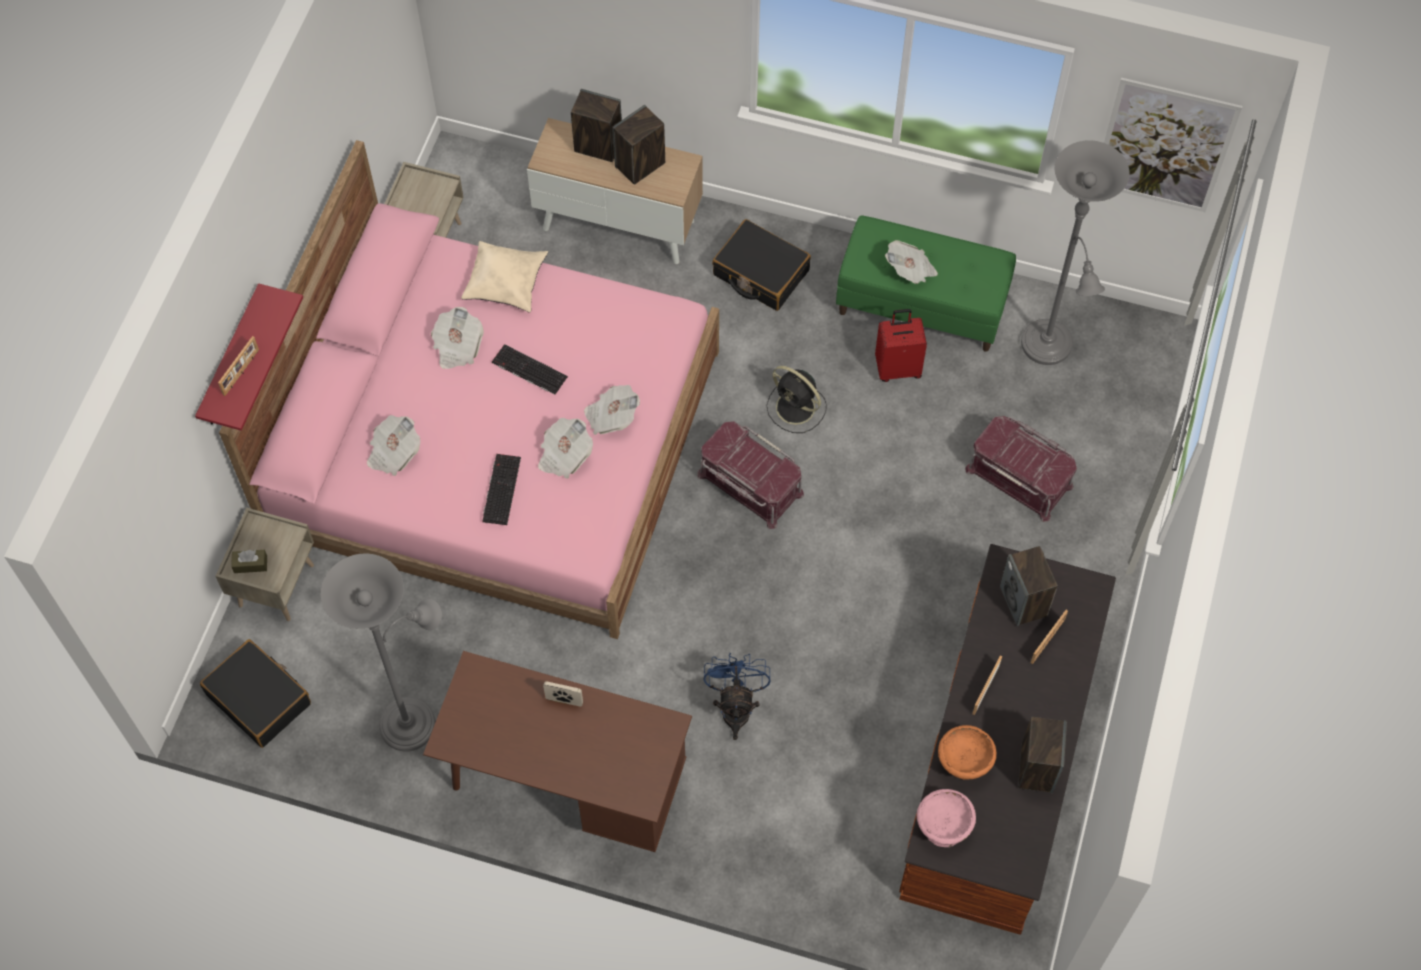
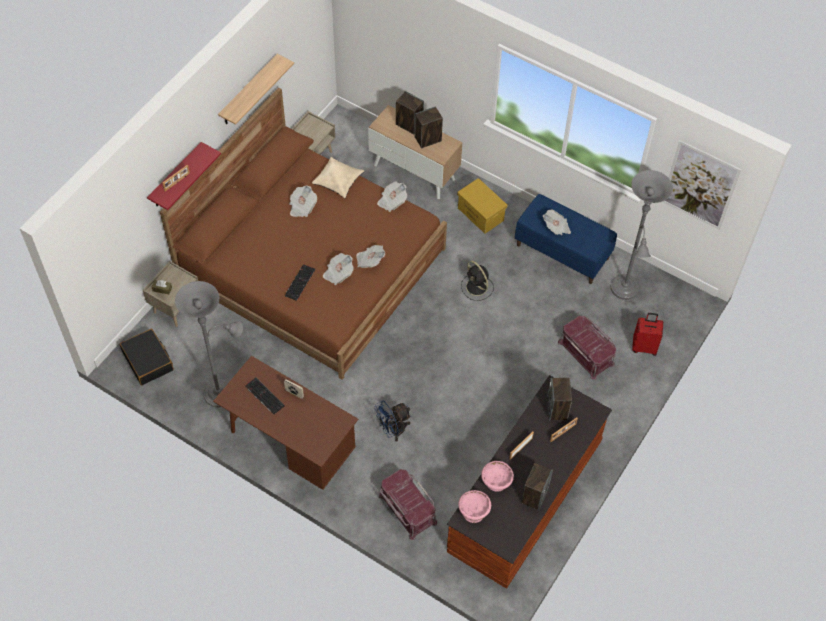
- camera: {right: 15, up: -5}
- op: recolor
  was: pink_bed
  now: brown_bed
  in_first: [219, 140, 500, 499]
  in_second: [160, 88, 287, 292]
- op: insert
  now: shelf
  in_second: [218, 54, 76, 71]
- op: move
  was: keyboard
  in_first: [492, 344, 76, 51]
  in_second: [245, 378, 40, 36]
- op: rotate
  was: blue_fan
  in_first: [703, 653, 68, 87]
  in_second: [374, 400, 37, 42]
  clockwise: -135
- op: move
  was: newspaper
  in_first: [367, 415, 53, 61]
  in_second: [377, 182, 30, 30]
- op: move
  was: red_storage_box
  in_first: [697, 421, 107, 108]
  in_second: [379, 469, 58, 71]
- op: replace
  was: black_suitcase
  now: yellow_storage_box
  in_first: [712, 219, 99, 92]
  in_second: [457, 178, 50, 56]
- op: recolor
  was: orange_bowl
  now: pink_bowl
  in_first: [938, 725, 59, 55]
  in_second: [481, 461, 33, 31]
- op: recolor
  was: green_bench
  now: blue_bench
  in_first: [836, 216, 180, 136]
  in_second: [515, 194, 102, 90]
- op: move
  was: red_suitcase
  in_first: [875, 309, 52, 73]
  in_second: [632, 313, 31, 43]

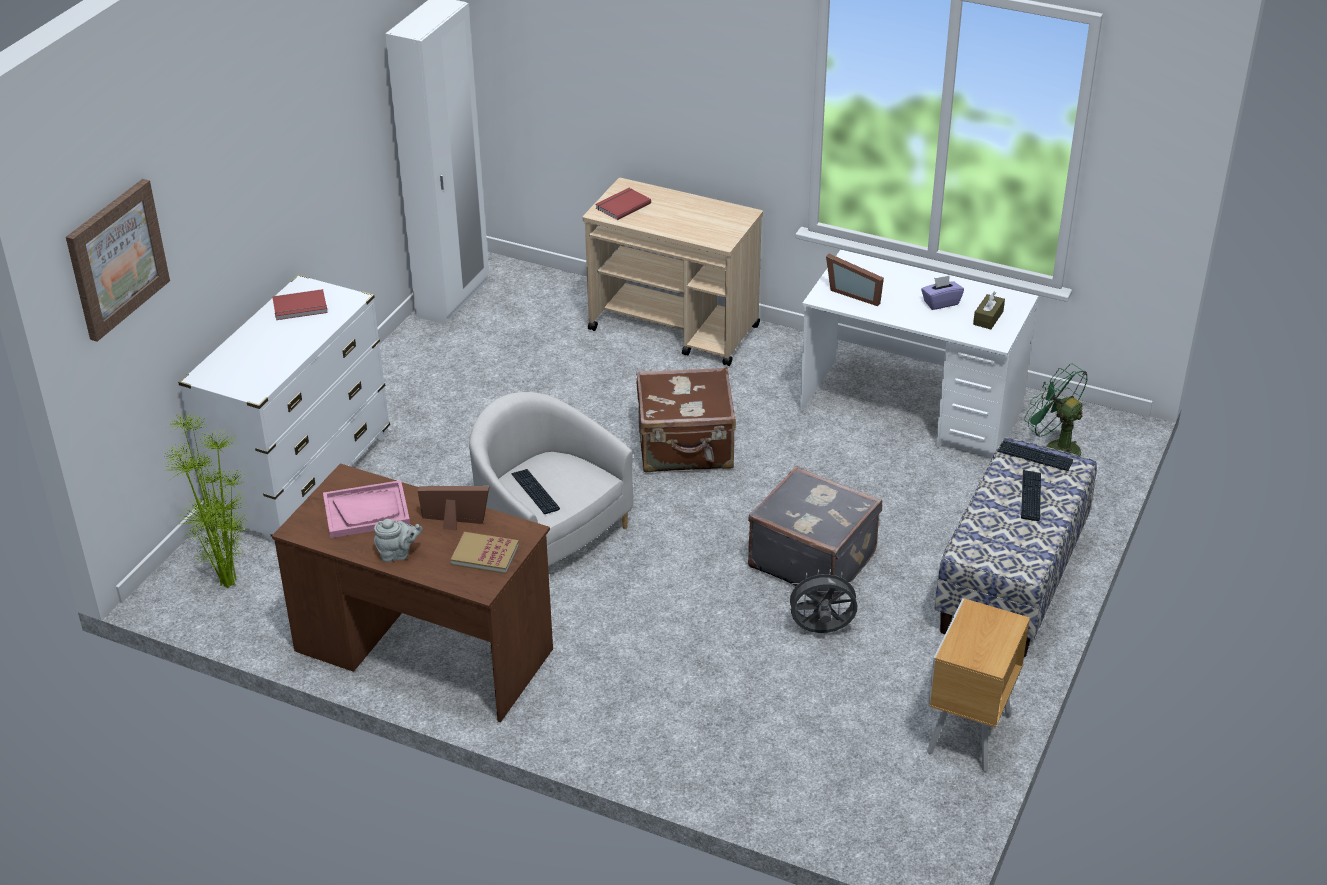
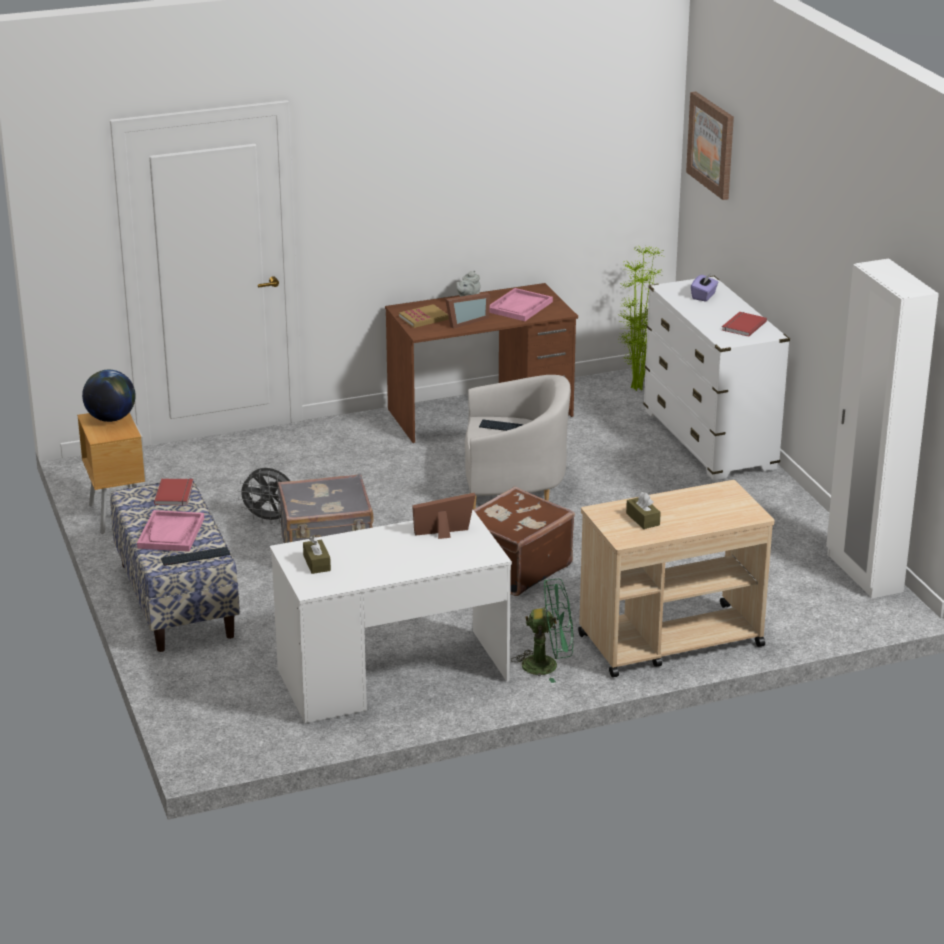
- camera: {right: 135, up: -10}
- op: insert
  now: globe
  in_second: [82, 370, 54, 52]
- op: replace
  was: keyboard
  now: pink_tray
  in_first: [1021, 470, 20, 51]
  in_second: [137, 510, 67, 42]
- op: move
  was: red_book
  in_first: [595, 188, 56, 32]
  in_second: [154, 478, 40, 28]
- op: rotate
  was: grey_fan
  in_first: [785, 569, 76, 64]
  in_second: [237, 468, 53, 56]
  clockwise: 60
- op: move
  was: green_fan
  in_first: [1024, 363, 64, 93]
  in_second: [511, 579, 62, 104]
- op: insert
  now: brown_tissue_box
  in_second: [626, 492, 35, 37]
- op: move
  was: purple_tissue_box
  in_first: [921, 275, 43, 35]
  in_second: [691, 273, 28, 29]

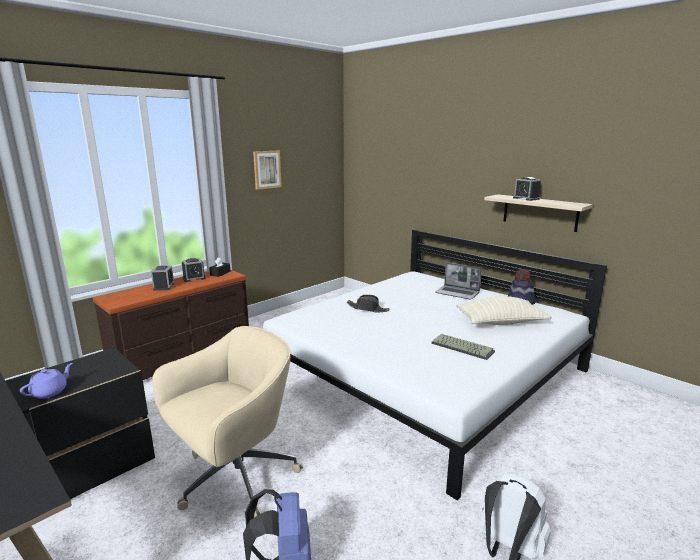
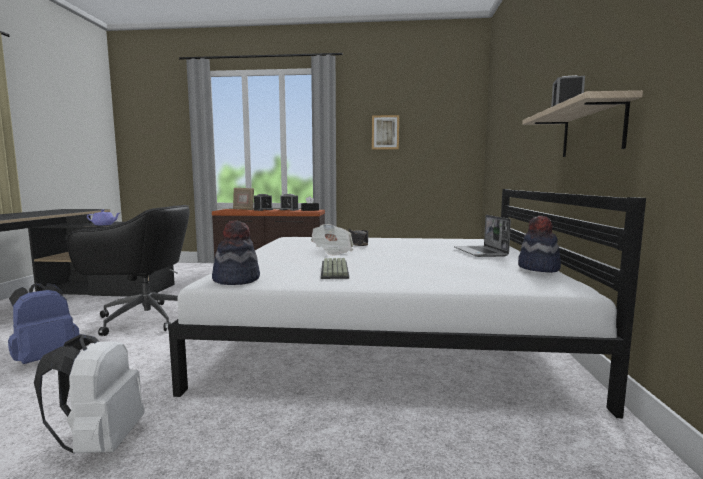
- camera: {right: 50, up: -10}
- op: recolor
  was: beige_office_chair
  now: black_office_chair
  in_first: [152, 326, 151, 191]
  in_second: [67, 205, 123, 131]
- op: insert
  now: hat
  in_second: [212, 220, 48, 65]
- op: insert
  now: picture_frame
  in_second: [233, 188, 21, 22]
- op: insert
  now: newspaper
  in_second: [311, 224, 42, 32]
- op: delete
  was: beige_pillow
  in_first: [456, 296, 95, 29]

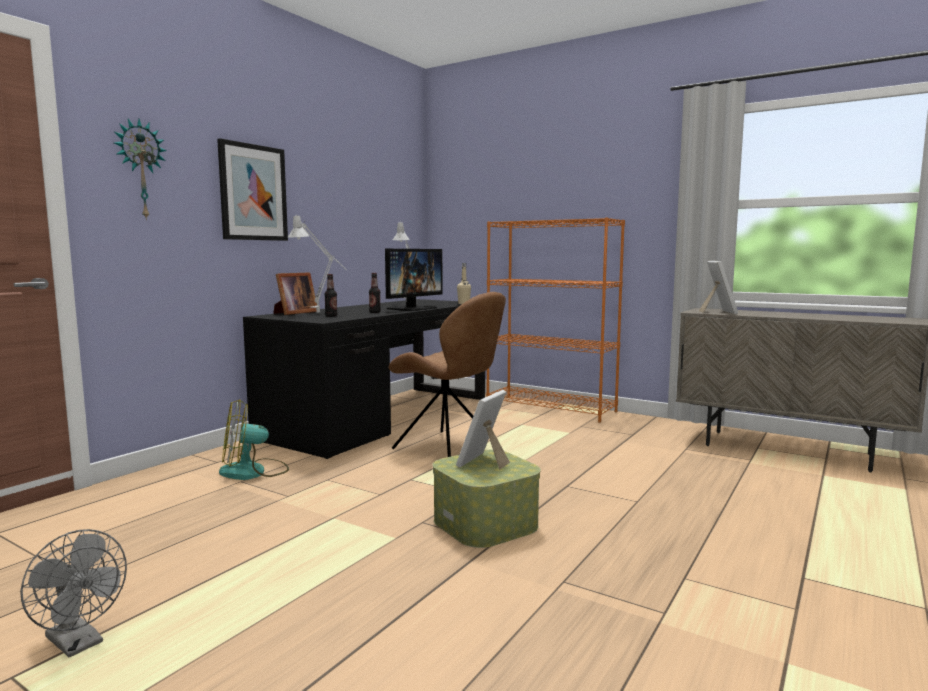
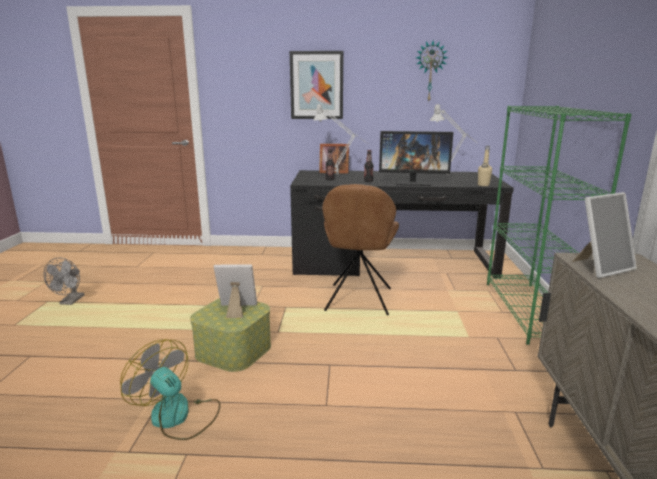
- camera: {right: 60, up: 10}
- op: move
  was: fan
  in_first: [219, 399, 70, 81]
  in_second: [120, 339, 101, 101]
- op: move
  was: wall_clock
  in_first: [114, 119, 53, 101]
  in_second: [416, 41, 32, 59]
- op: recolor
  was: orange_bookcase
  now: green_bookcase
  in_first: [486, 217, 139, 206]
  in_second: [487, 106, 145, 239]

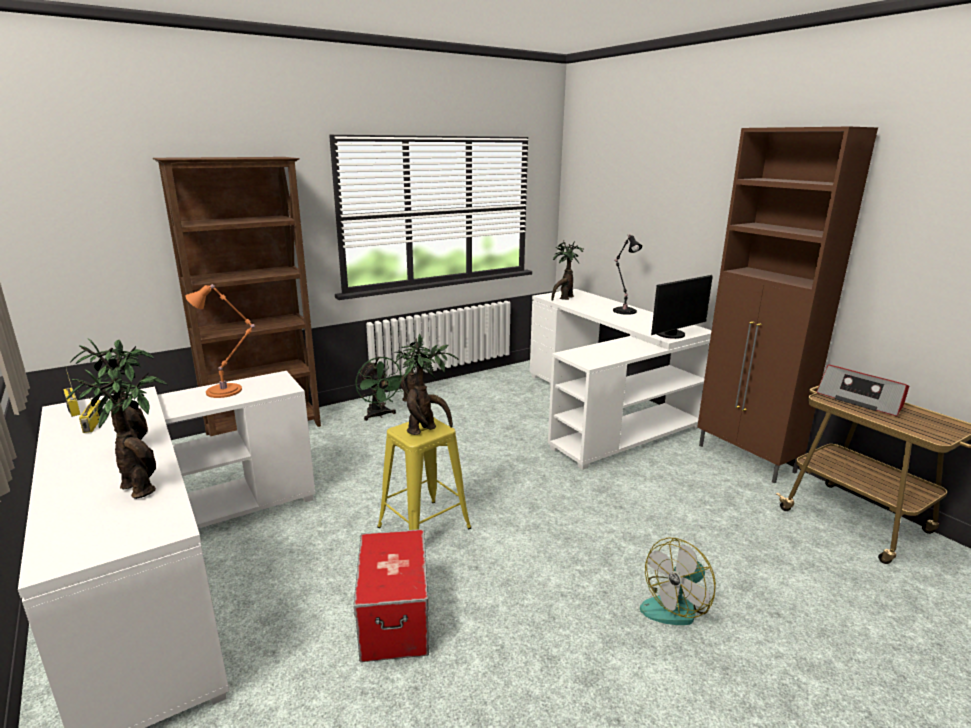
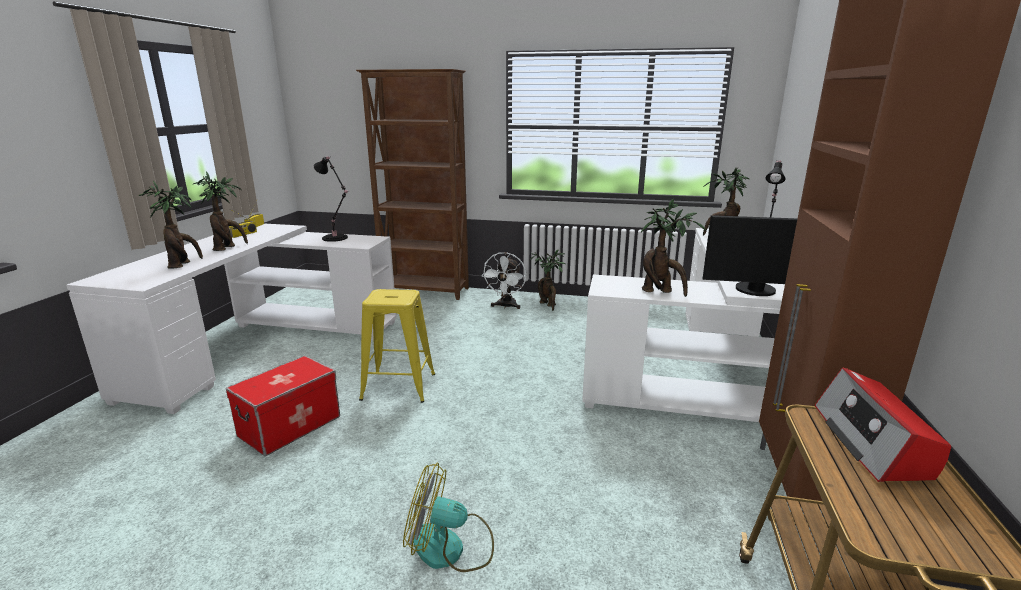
- camera: {right: 45, up: 0}
- op: recolor
  was: orange_table_lamp
  now: black_table_lamp
  in_first: [185, 284, 70, 114]
  in_second: [314, 156, 35, 86]
- op: recolor
  was: green_fan
  now: white_fan
  in_first: [355, 357, 50, 64]
  in_second: [482, 252, 45, 57]
- op: move
  was: potted_plant
  in_first: [401, 334, 58, 101]
  in_second: [641, 199, 65, 98]

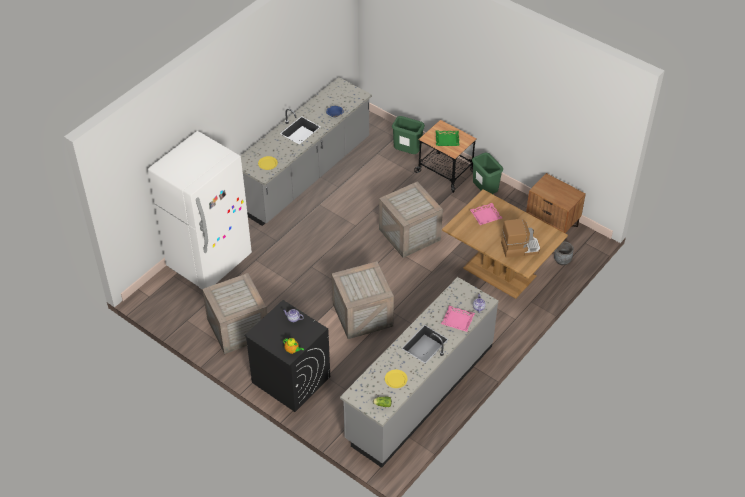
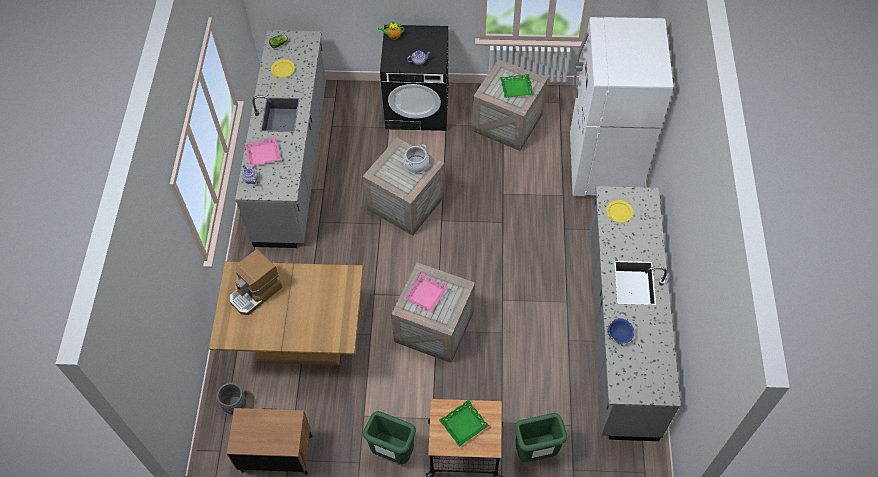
- camera: {right: 145, up: 10}
- op: insert
  now: cooking_pot
  in_second: [403, 144, 26, 29]
- op: move
  was: pink_tray
  in_first: [470, 203, 32, 22]
  in_second: [404, 273, 44, 40]
- op: insert
  now: green_tray
  in_second: [500, 74, 34, 24]

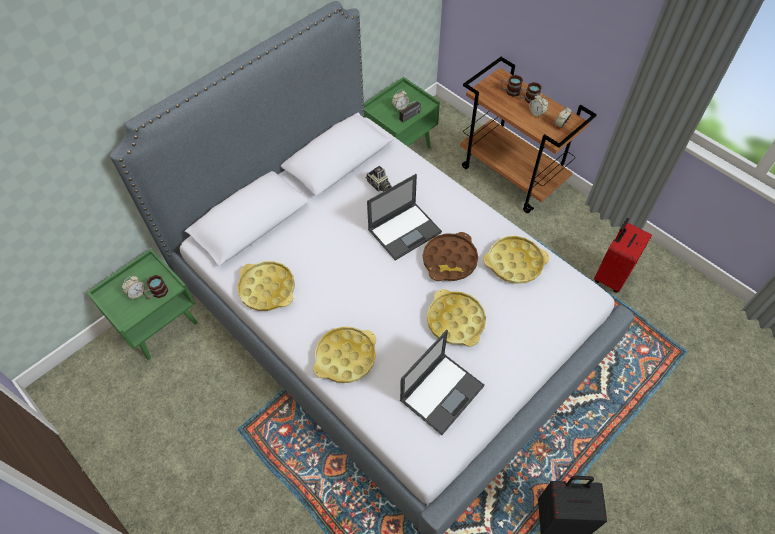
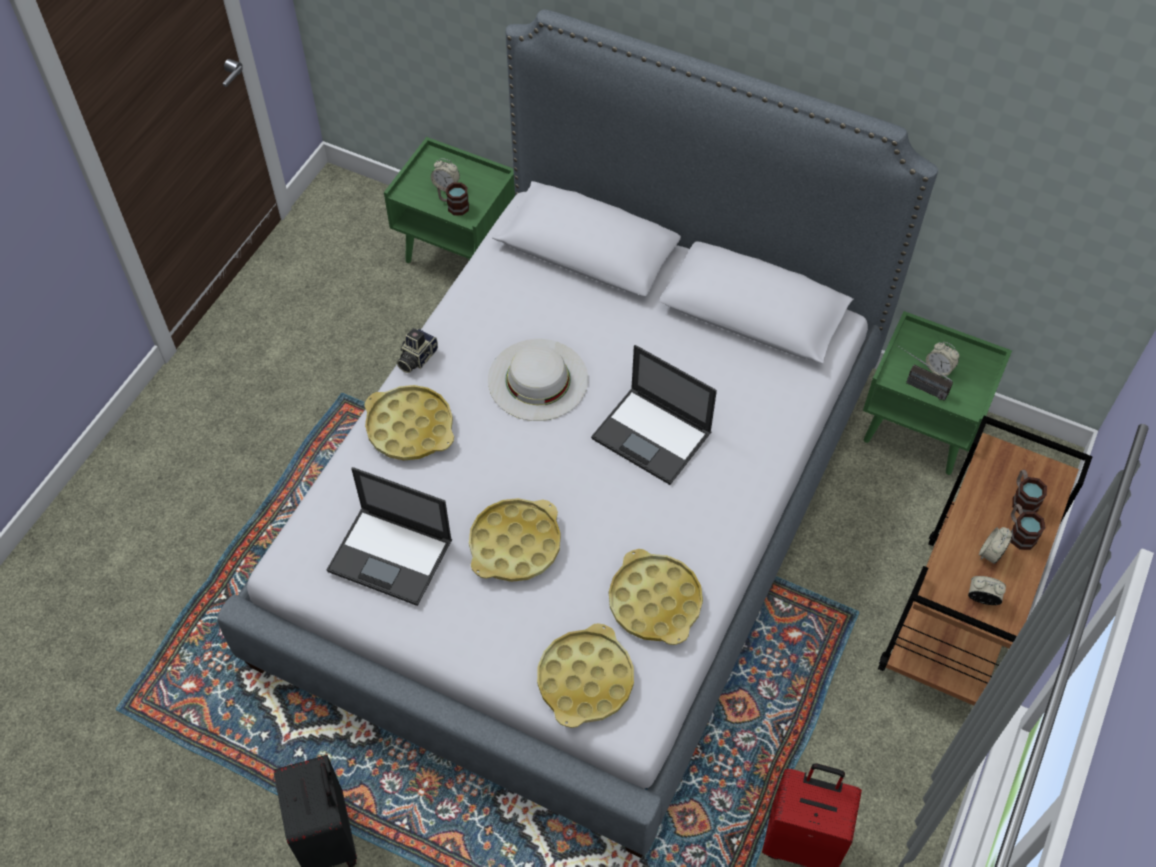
- camera: {right: 70, up: 0}
- op: move
  was: photo_camera
  in_first: [366, 166, 26, 26]
  in_second: [397, 328, 41, 45]
- op: insert
  now: white_hat
  in_second: [488, 339, 100, 82]
- op: move
  was: yellow_tray
  in_first: [237, 261, 58, 50]
  in_second: [537, 623, 97, 105]
- op: delete
  was: brown_tray
  in_first: [423, 232, 55, 49]

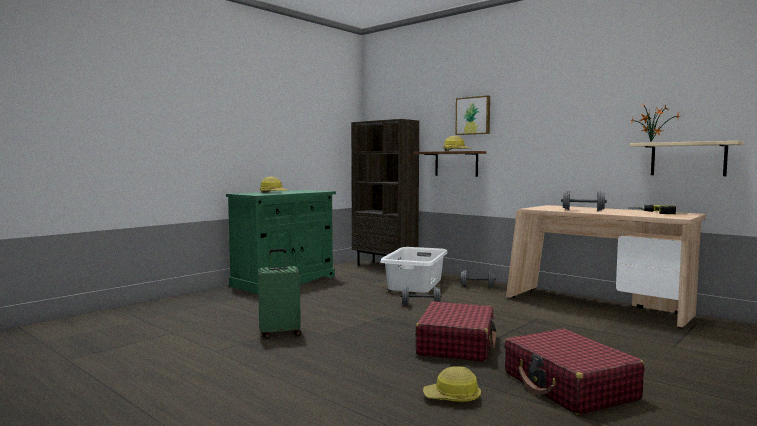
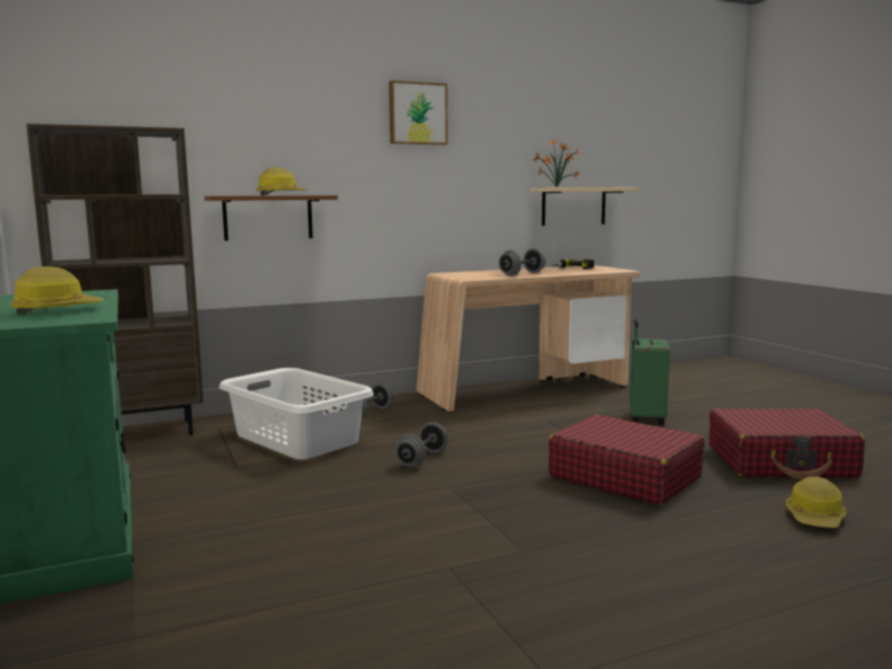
- camera: {right: -65, up: 5}
- op: move
  was: picture
  in_first: [455, 95, 35, 40]
  in_second: [389, 80, 59, 65]
- op: move
  was: green_suitcase
  in_first: [258, 249, 43, 89]
  in_second: [630, 319, 40, 106]

